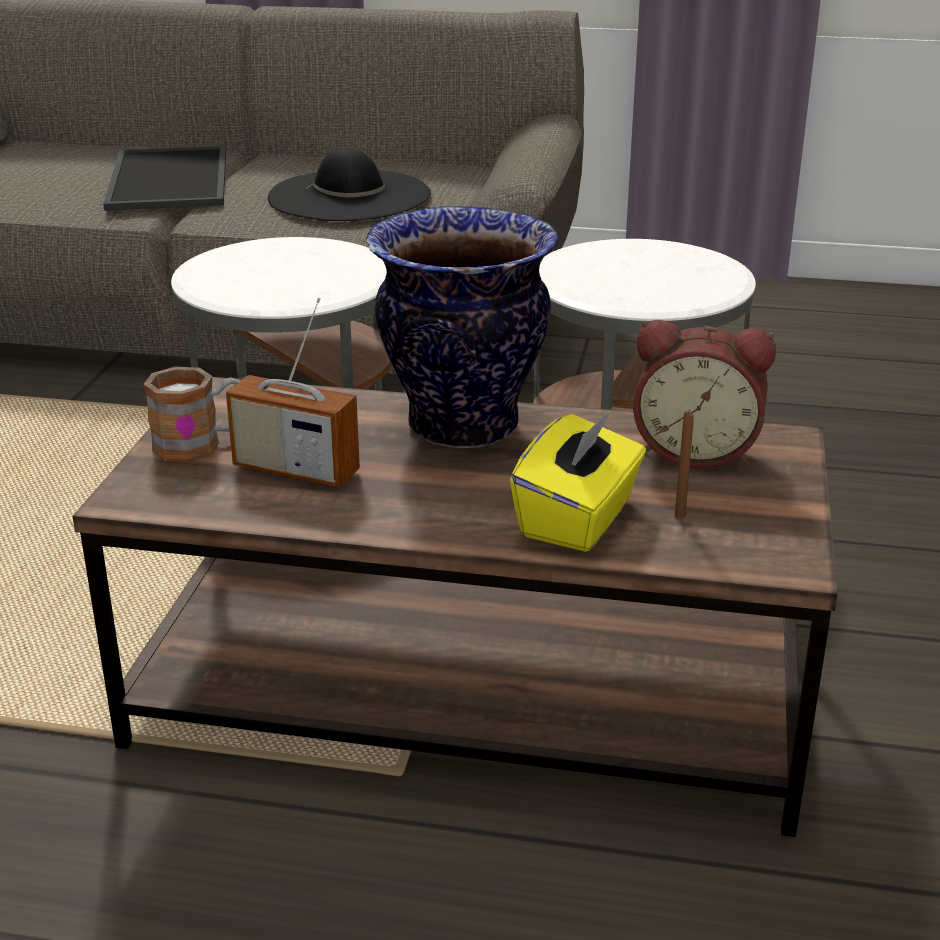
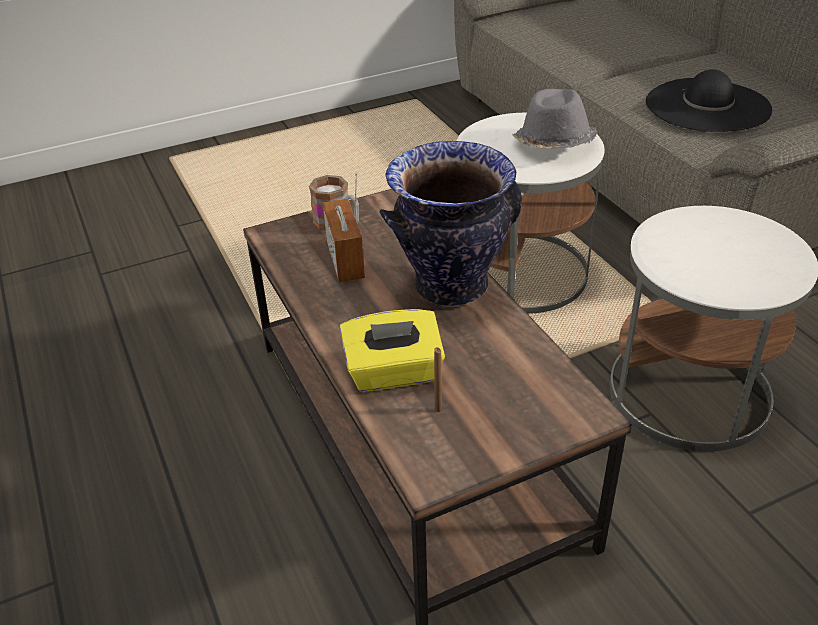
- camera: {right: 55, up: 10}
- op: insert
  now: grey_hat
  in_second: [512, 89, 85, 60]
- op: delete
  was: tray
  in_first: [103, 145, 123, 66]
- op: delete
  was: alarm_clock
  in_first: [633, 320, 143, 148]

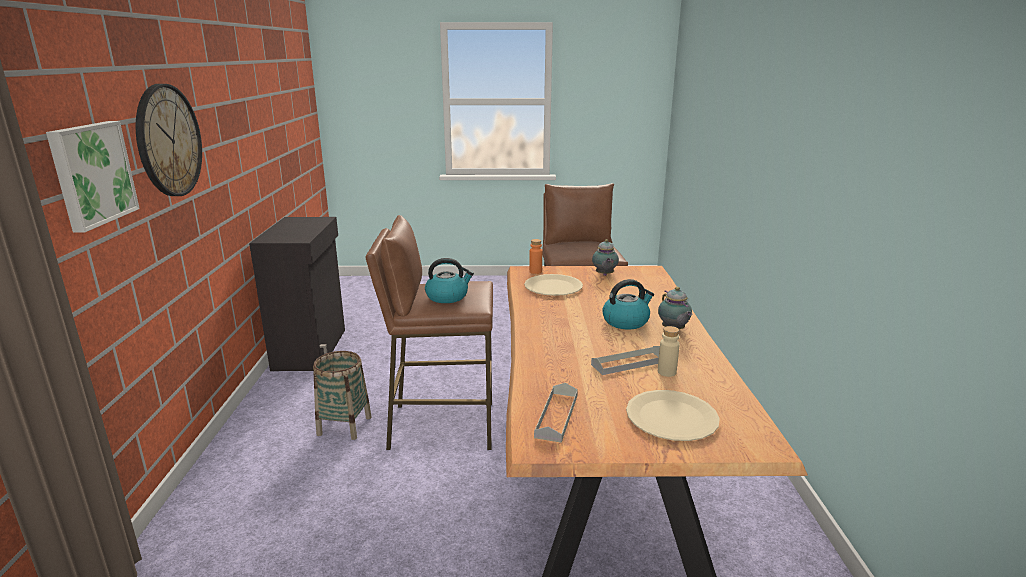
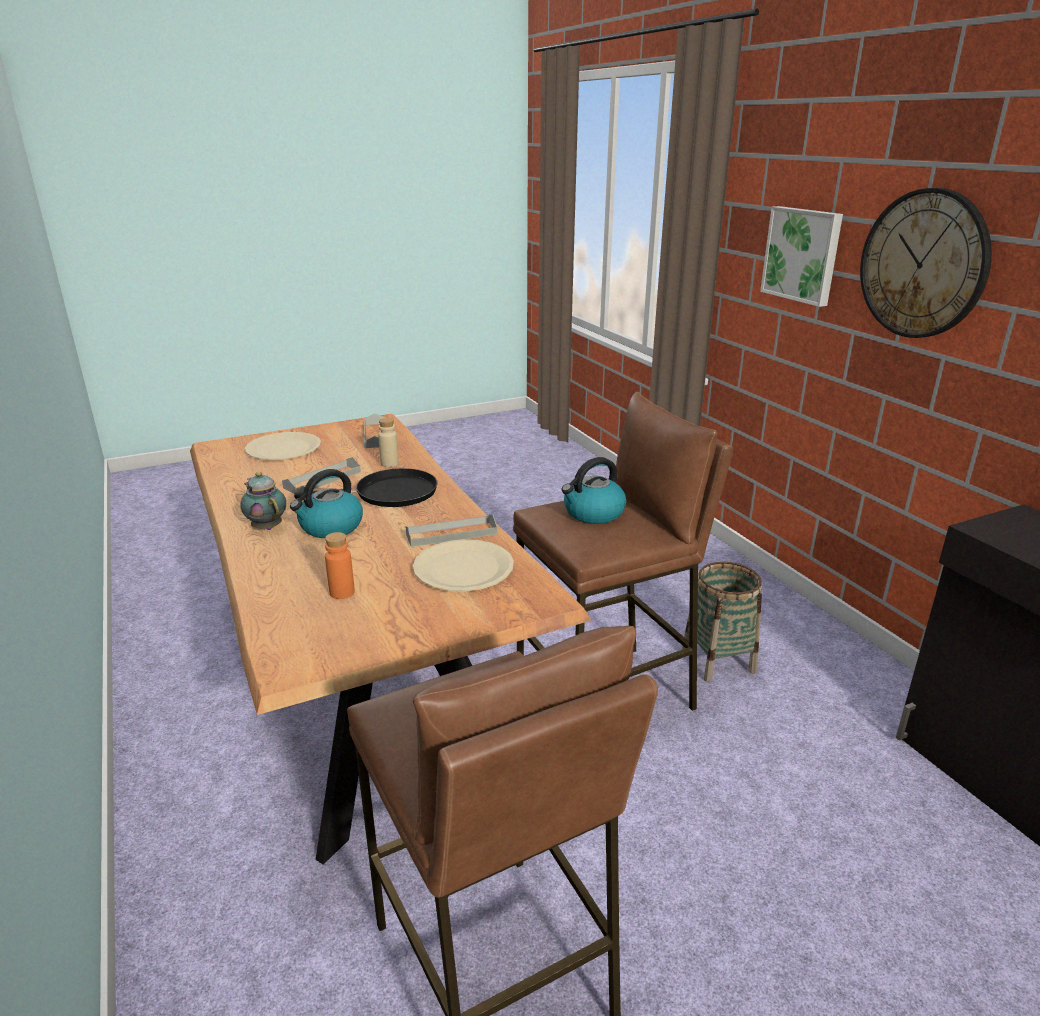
- camera: {right: 155, up: 5}
- op: insert
  now: black_frying_pan
  in_second: [294, 468, 143, 39]
- op: move
  was: orange_bottle
  in_first: [529, 239, 13, 35]
  in_second: [325, 532, 30, 67]
- op: move
  was: beige_bottle
  in_first: [658, 326, 22, 51]
  in_second: [378, 418, 21, 49]
- op: insert
  now: grey_tray
  in_second: [405, 515, 92, 32]
- op: delete
  was: teapot
  in_first: [592, 239, 27, 37]

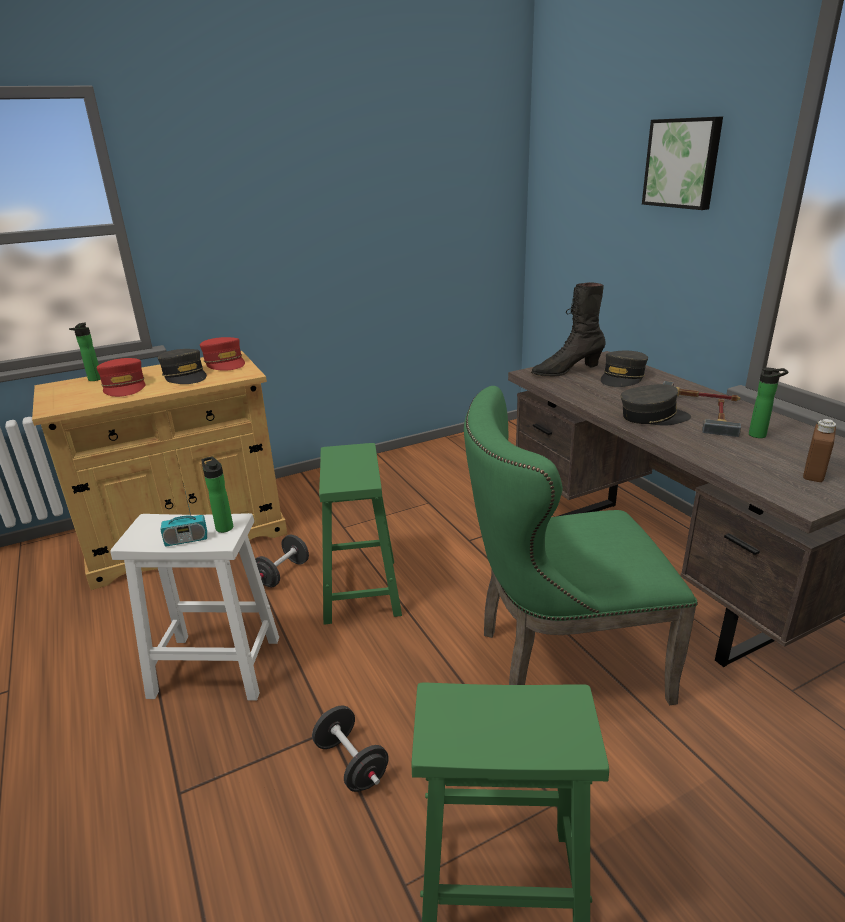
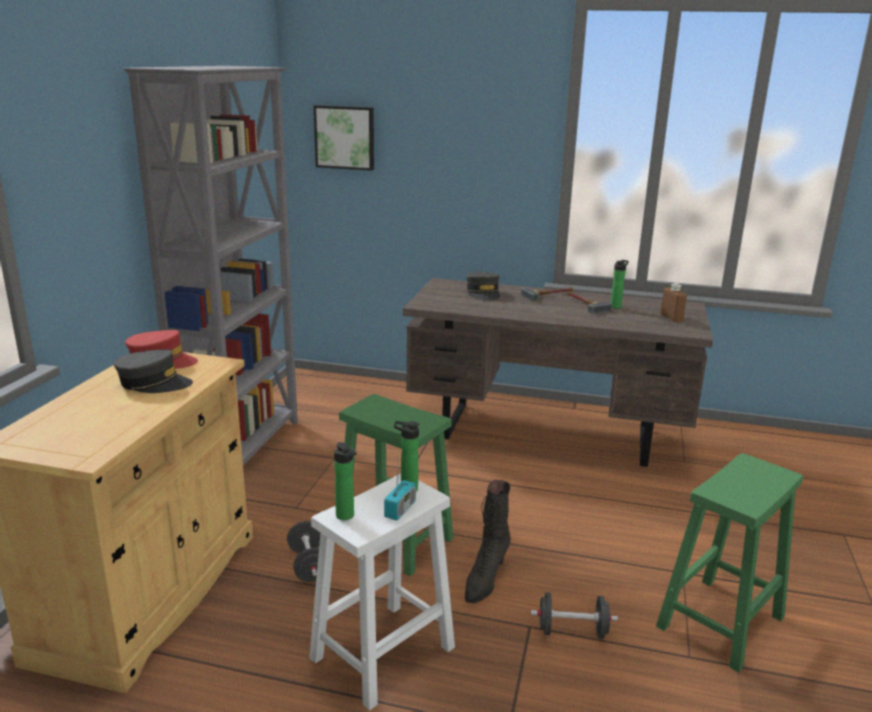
- camera: {right: -50, up: -5}
- op: insert
  now: grey_bookcase
  in_second: [124, 66, 174, 399]
- op: move
  was: picture
  in_first: [642, 116, 81, 94]
  in_second: [314, 105, 60, 66]
- op: move
  was: bottle
  in_first: [69, 322, 32, 59]
  in_second: [334, 442, 23, 78]
- op: move
  was: black_boot
  in_first: [531, 282, 74, 94]
  in_second: [465, 480, 46, 123]
- op: delete
  was: red_cap
  in_first: [96, 358, 50, 39]
- op: delete
  was: green_chair
  in_first: [464, 386, 234, 319]
- op: delete
  was: grey_cap
  in_first: [621, 384, 70, 42]

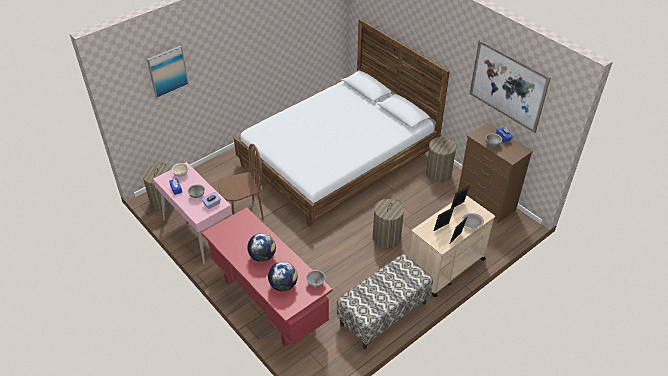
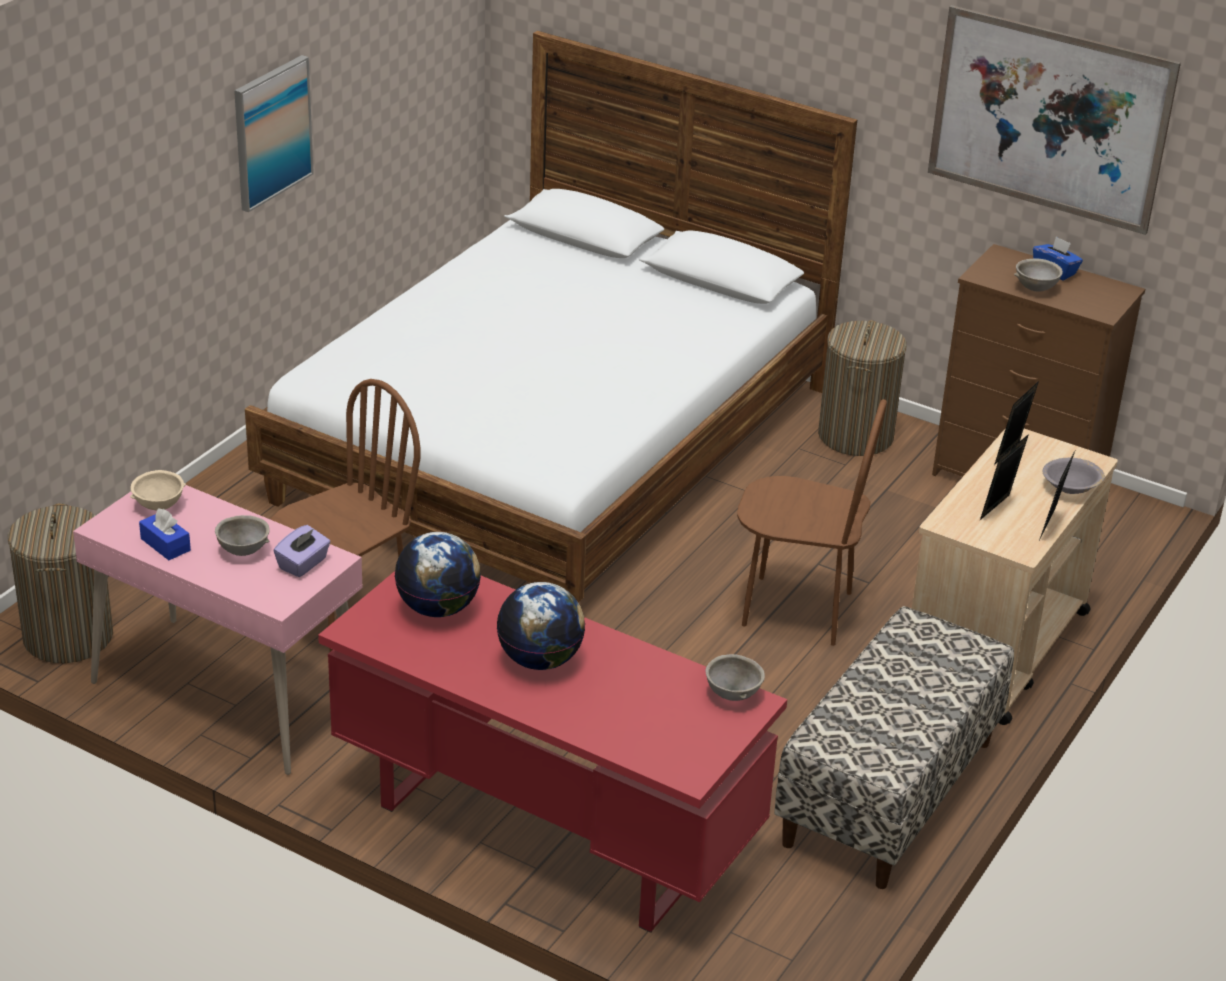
- camera: {right: -20, up: -10}
- op: move
  was: picture
  in_first: [147, 46, 42, 53]
  in_second: [234, 55, 80, 157]
- op: move
  was: globe
  in_first: [268, 262, 30, 30]
  in_second: [394, 532, 87, 85]
- op: replace
  was: laundry_basket
  now: brown_chair
  in_first: [373, 199, 31, 49]
  in_second: [737, 399, 150, 247]

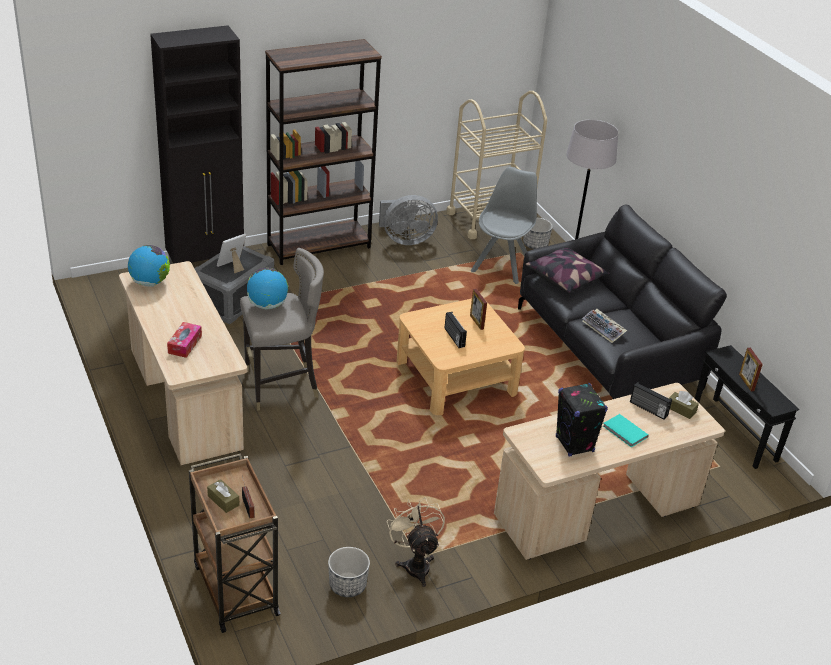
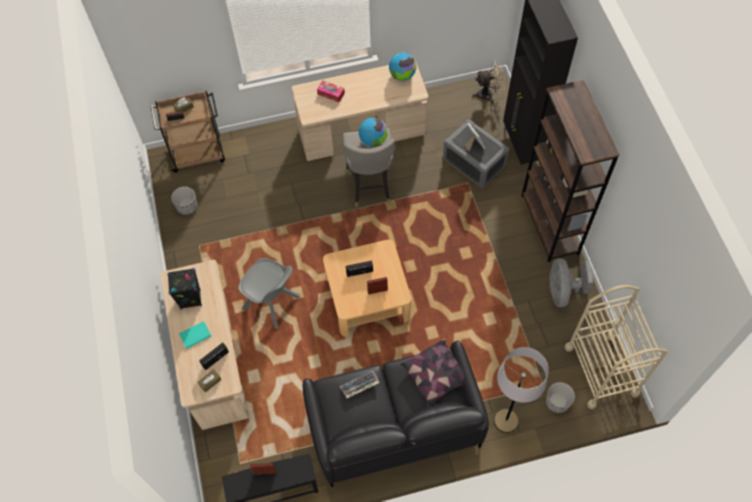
- camera: {right: 105, up: 25}
- op: move
  was: grey_chair
  in_first: [471, 167, 66, 117]
  in_second: [238, 258, 62, 71]
- op: move
  was: beige_fan
  in_first: [387, 497, 58, 90]
  in_second: [472, 60, 33, 43]

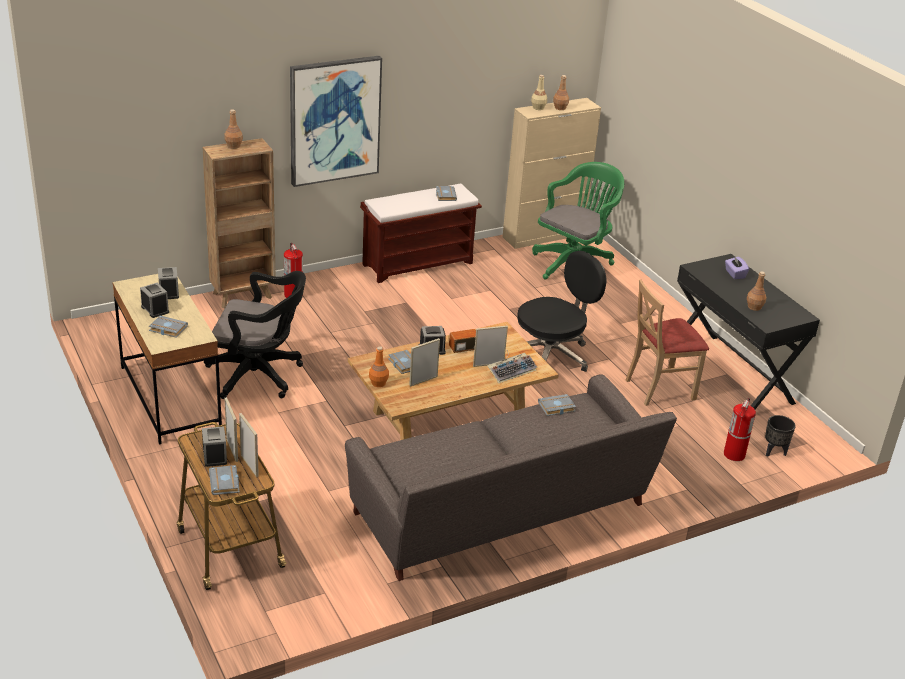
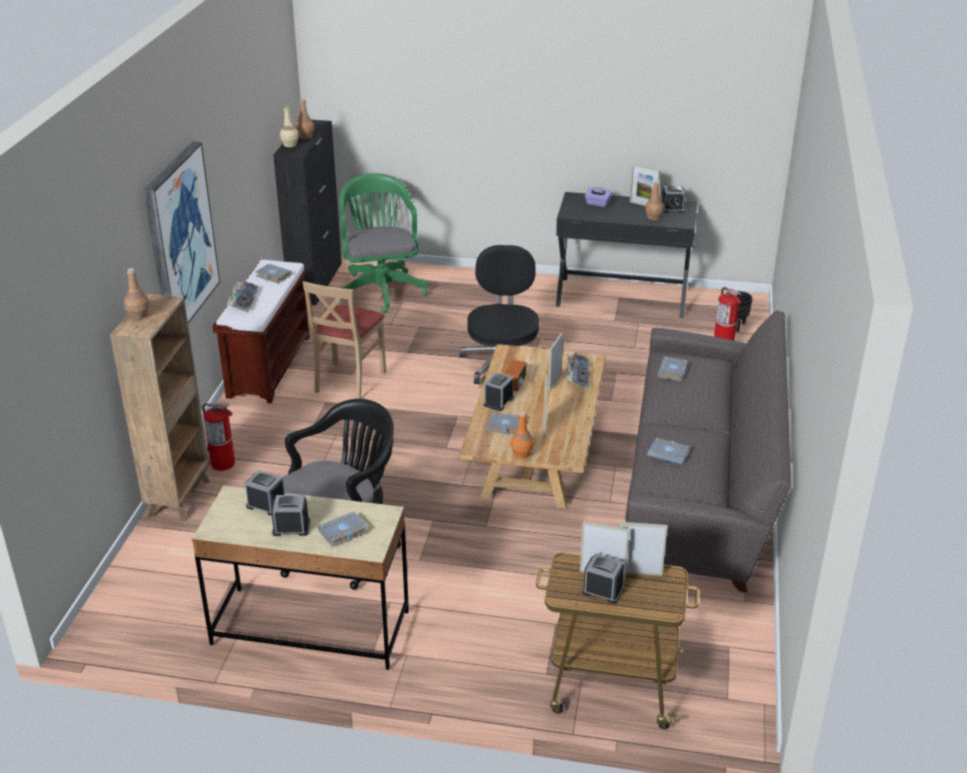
- camera: {right: -50, up: 0}
- op: insert
  now: keyboard
  in_second: [227, 280, 32, 33]
- op: recolor
  was: beige_cabinet
  now: black_cabinet
  in_first: [503, 98, 98, 151]
  in_second: [273, 120, 69, 186]
- op: move
  was: beige_chair
  in_first: [626, 280, 83, 126]
  in_second: [302, 281, 84, 118]
- op: insert
  now: picture_frame
  in_second: [630, 164, 30, 42]
- op: move
  was: grey_book
  in_first: [209, 465, 31, 30]
  in_second: [647, 438, 43, 27]
- op: insert
  now: alarm_clock
  in_second: [662, 186, 24, 27]

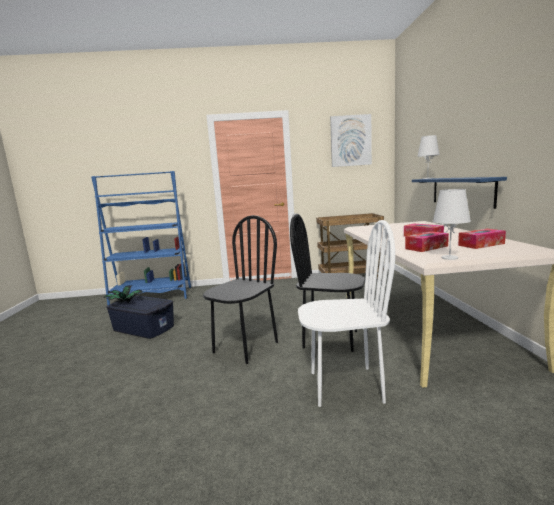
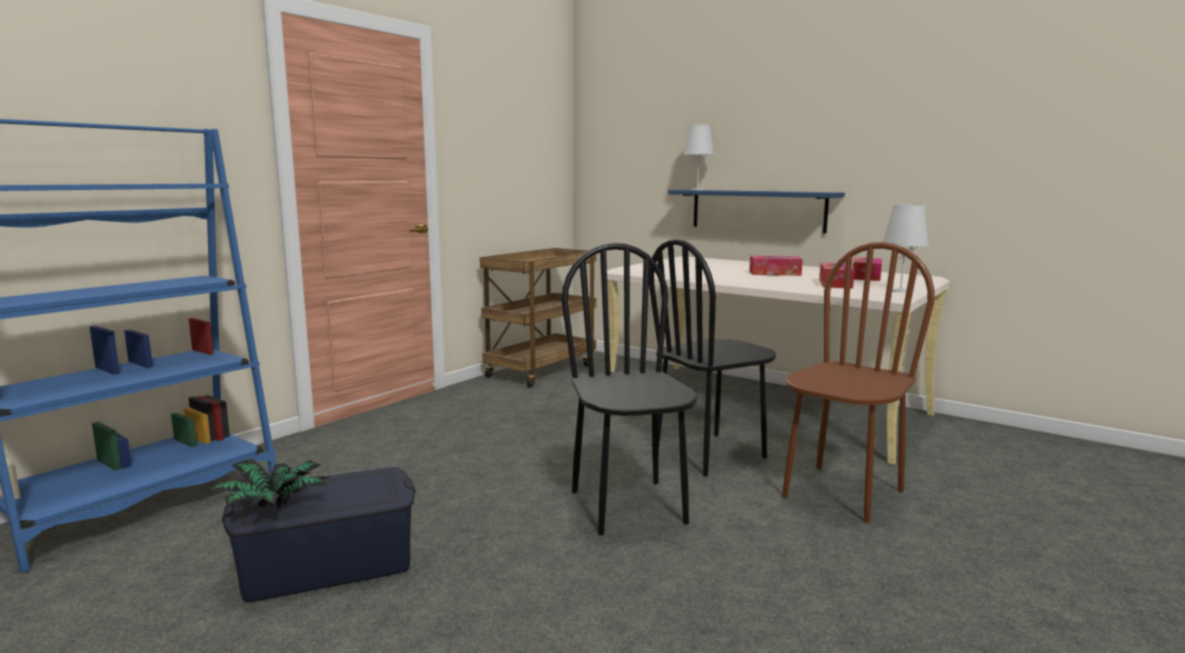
- camera: {right: -50, up: 0}
- op: recolor
  was: white_chair
  now: brown_chair
  in_first: [298, 220, 97, 187]
  in_second: [782, 242, 153, 281]
- op: delete
  was: picture
  in_first: [330, 114, 42, 53]

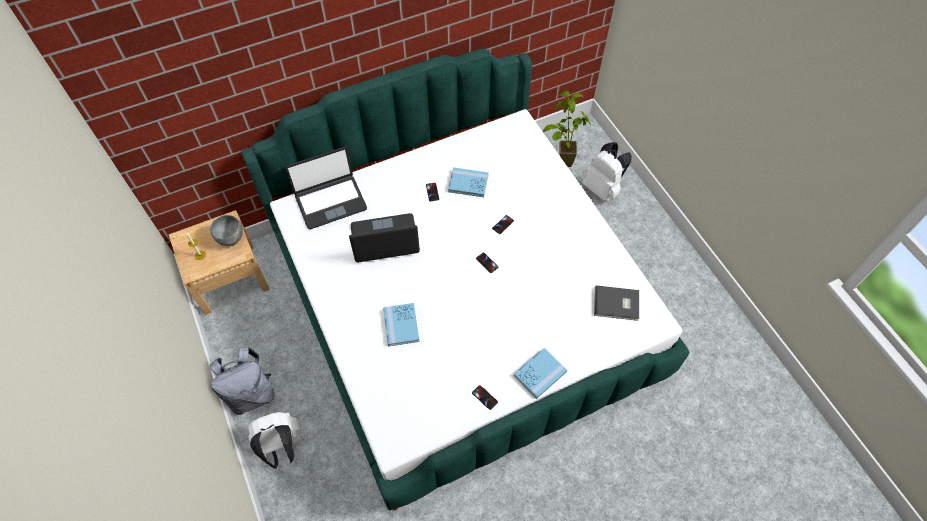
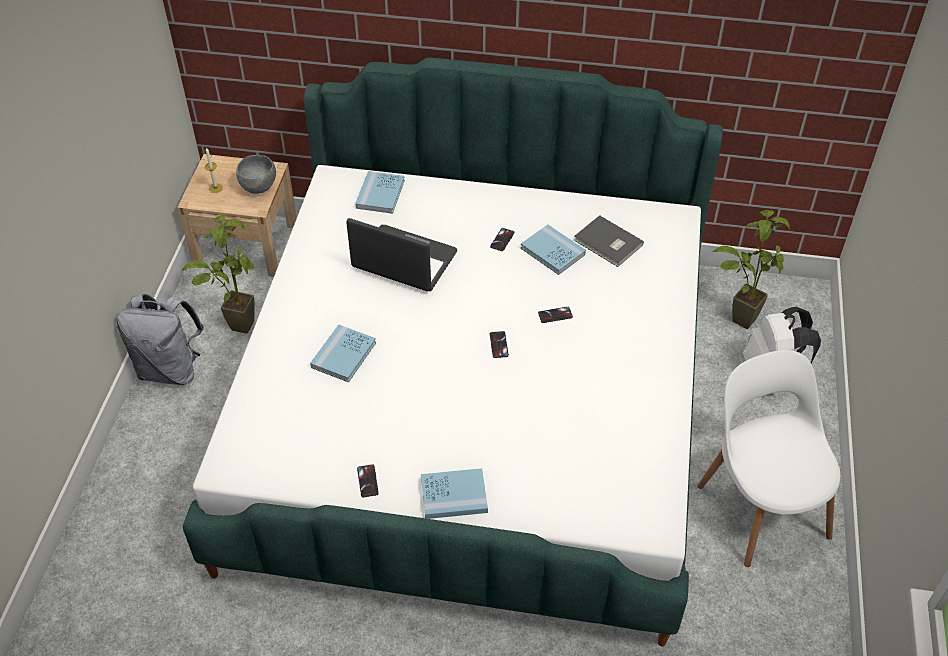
- camera: {right: 35, up: -10}
- op: insert
  now: potted_plant
  in_second: [181, 215, 74, 119]
- op: replace
  was: laptop
  now: blue_book
  in_first: [286, 147, 81, 82]
  in_second: [355, 171, 50, 43]
- op: move
  was: grey_book
  in_first: [594, 285, 45, 36]
  in_second: [574, 215, 70, 52]
- op: insert
  now: white_chair
  in_second: [697, 350, 143, 217]
- op: delete
  was: white_backpack
  in_first: [248, 412, 55, 56]

